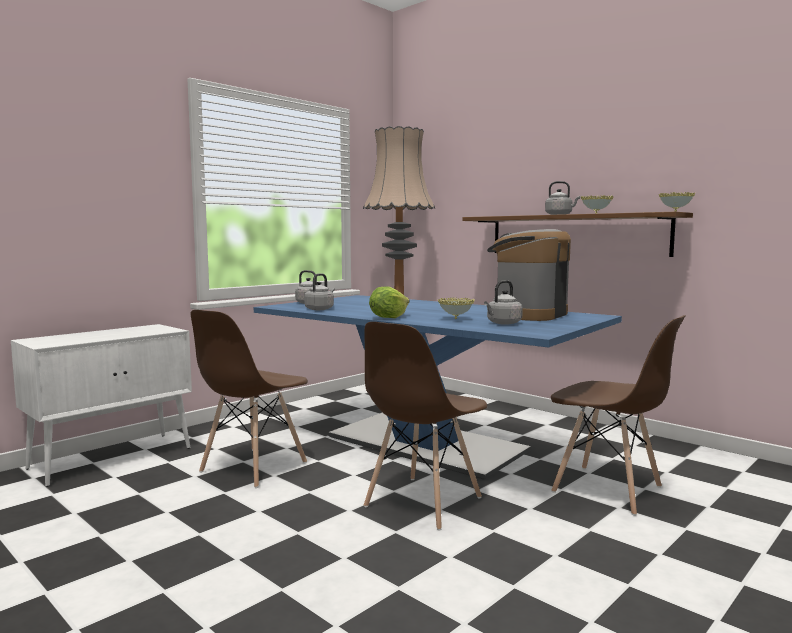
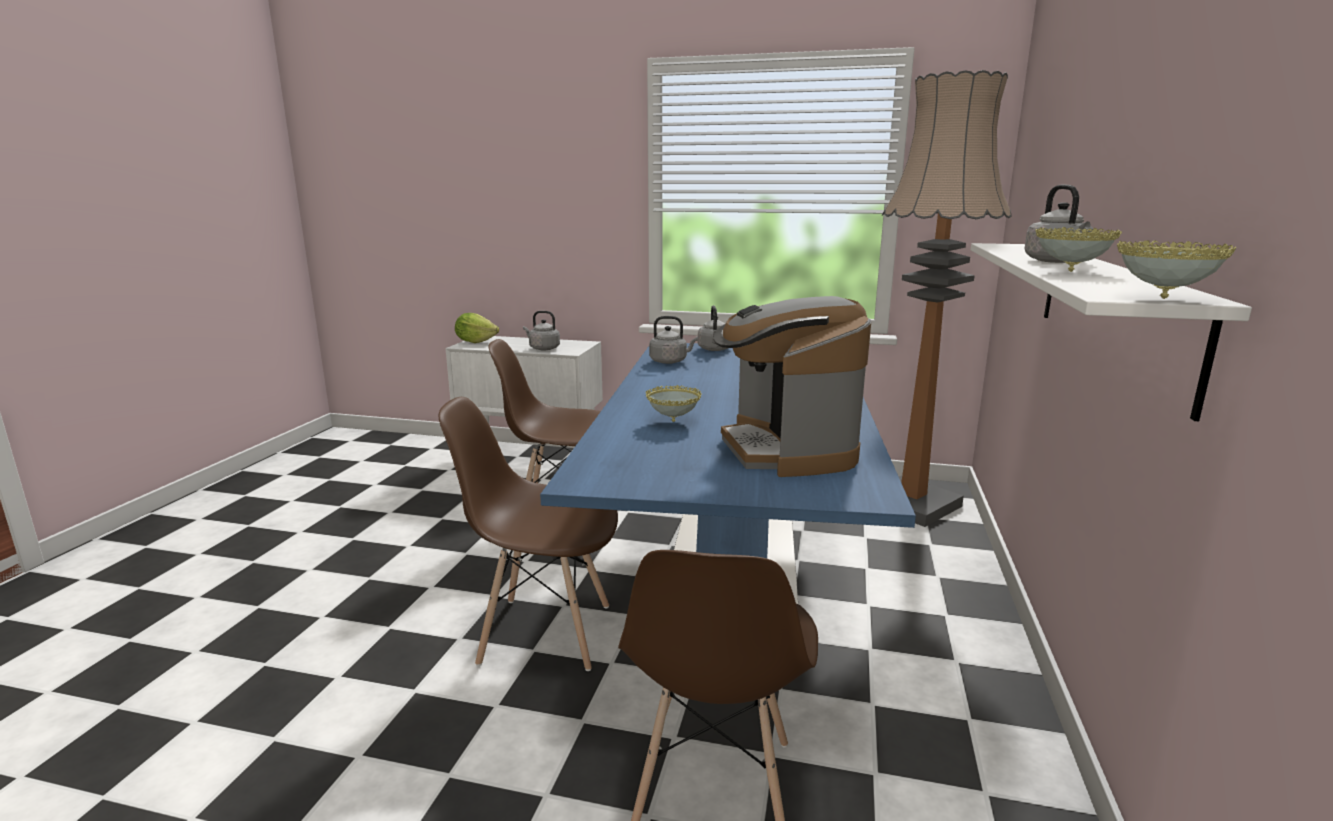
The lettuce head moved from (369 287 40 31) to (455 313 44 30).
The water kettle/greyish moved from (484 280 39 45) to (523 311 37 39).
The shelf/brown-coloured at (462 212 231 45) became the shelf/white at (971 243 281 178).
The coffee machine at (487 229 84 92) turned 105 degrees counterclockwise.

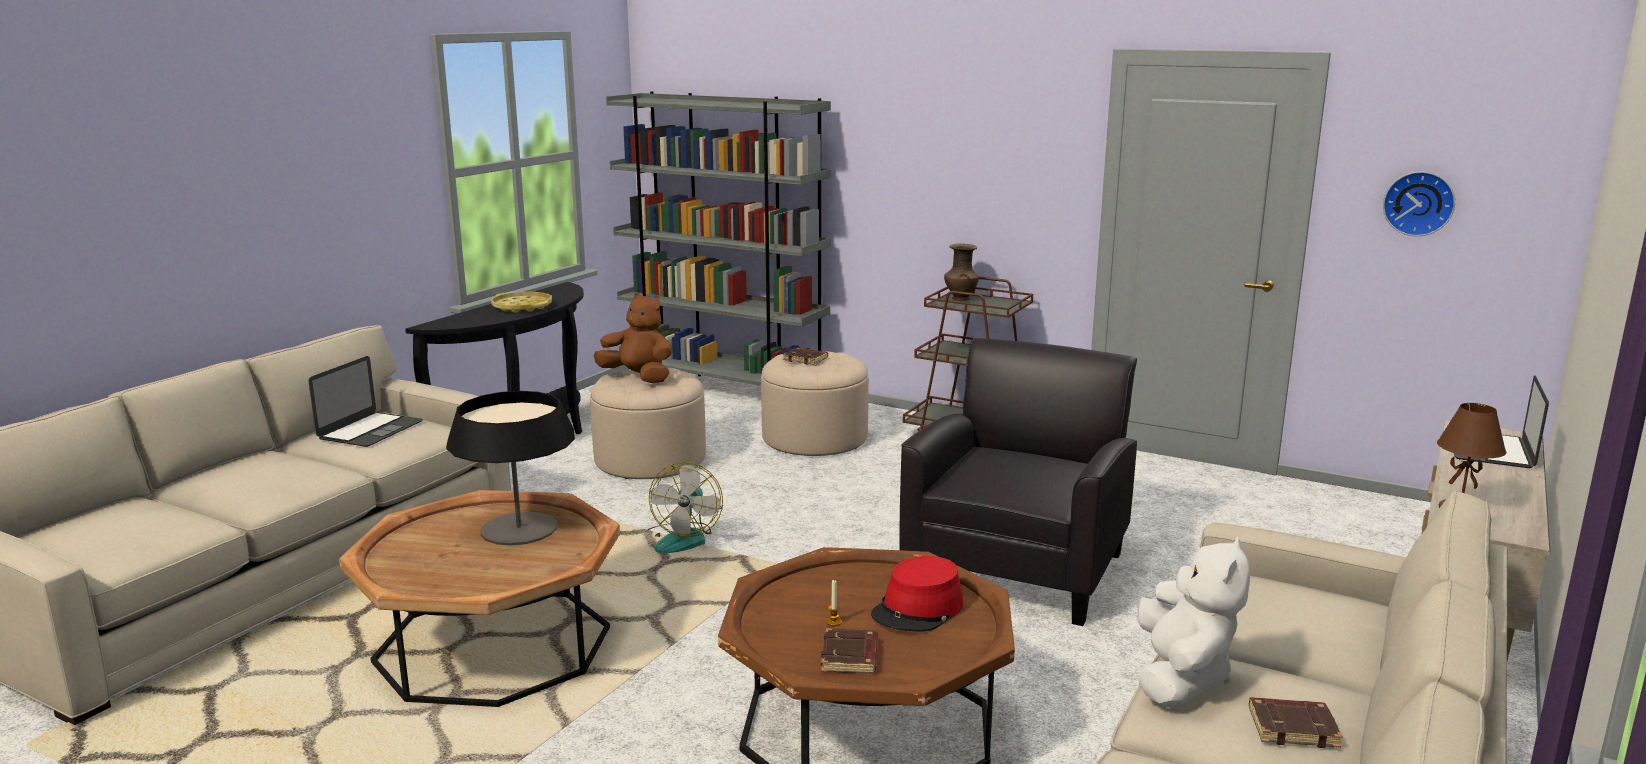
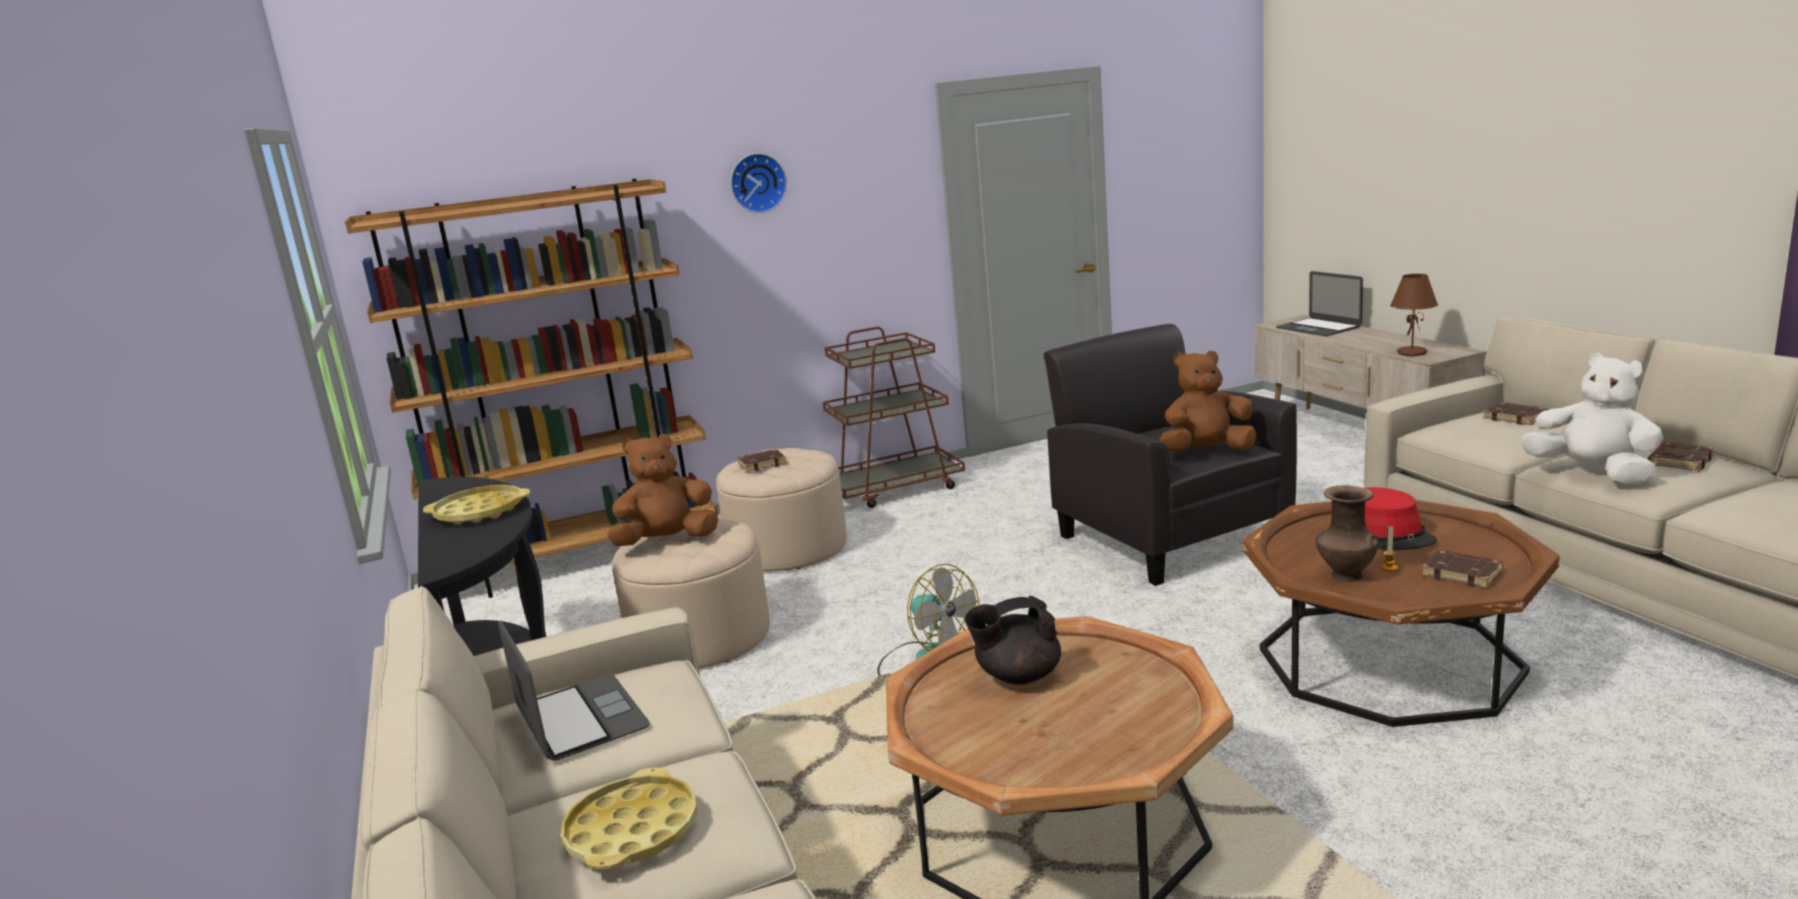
The tray/yellow at (561 768 136 101) appeared.
The soft toy/brown-coloured at (1160 350 97 101) appeared.
The book/brown-coloured at (1483 402 65 23) appeared.
The decorative vase/brown-coloured moved from (944 243 35 58) to (1316 486 63 96).
The hanging clock moved from (1383 172 72 64) to (731 153 56 60).
The table lamp at (446 391 129 154) was replaced by the pot for tea/black at (965 596 96 89).
The shelving unit/greyish at (606 91 225 295) became the shelving unit/brown-coloured at (345 178 373 420).

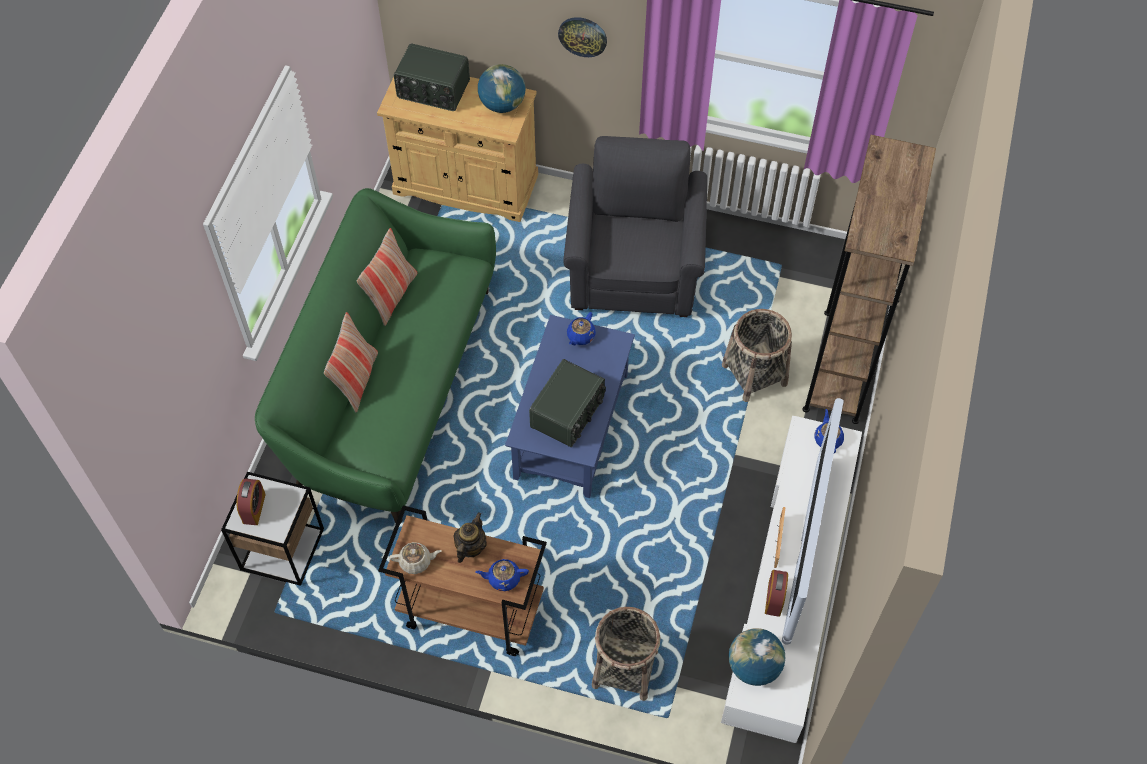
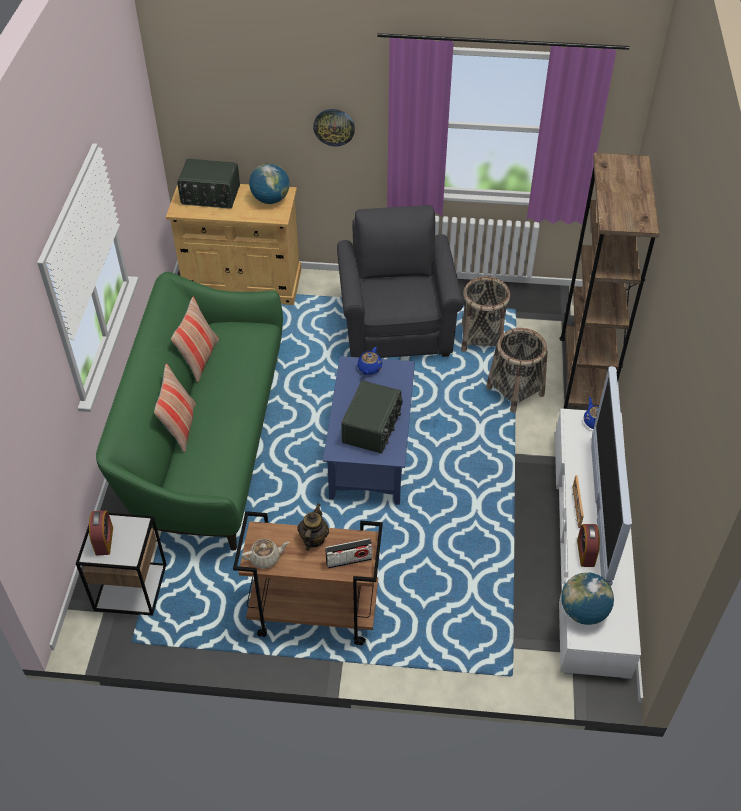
The household basket moved from (592 607 68 94) to (461 276 49 76).
The pot for tea/blue at (475 559 54 32) was replaced by the radio set at (325 538 47 31).

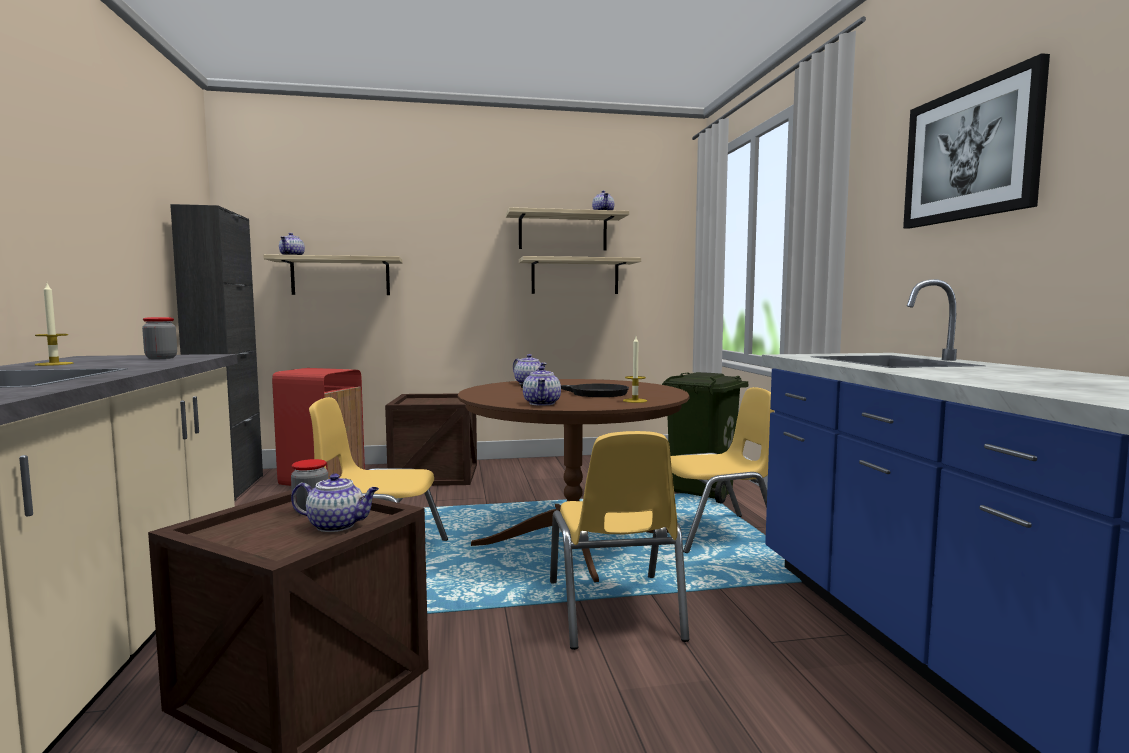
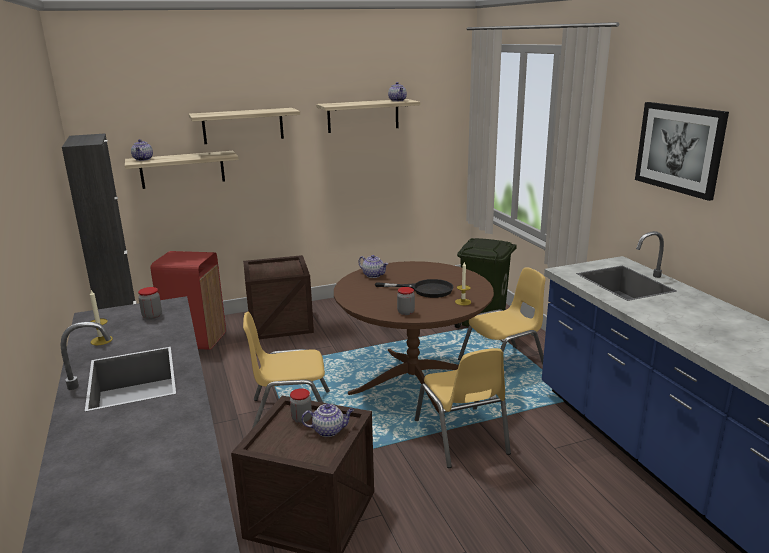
The shelf moved from (519 256 122 38) to (189 108 111 36).
The pot for tea at (523 366 38 39) was replaced by the jar at (397 287 18 28).

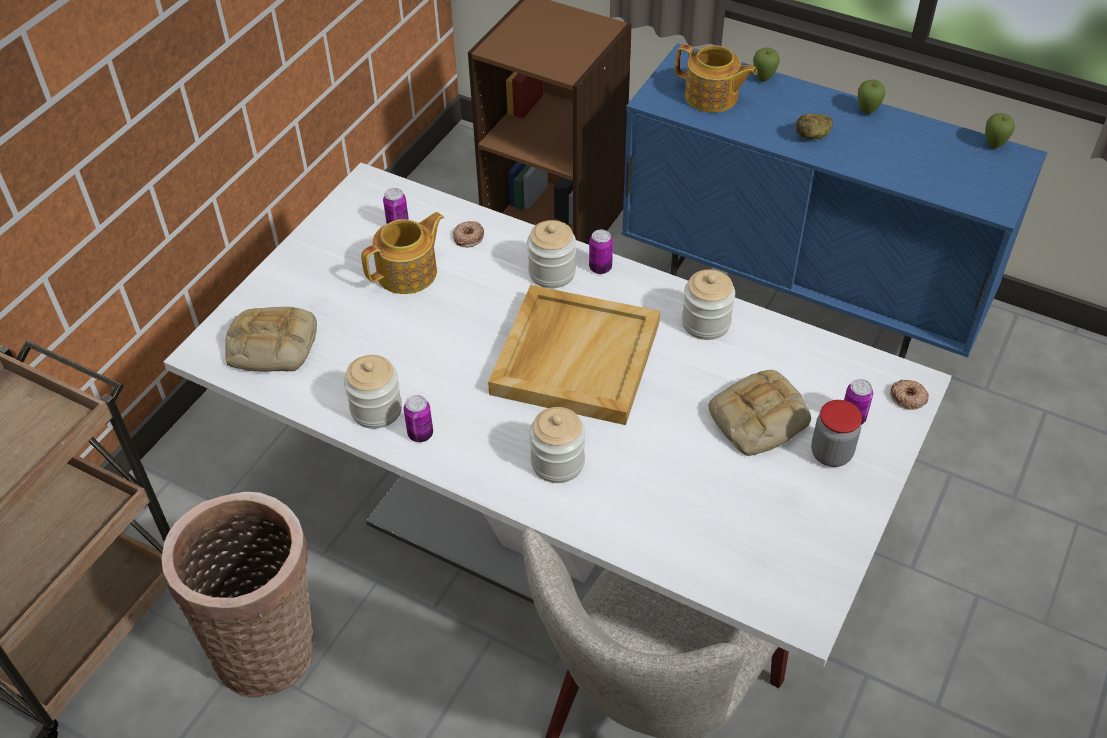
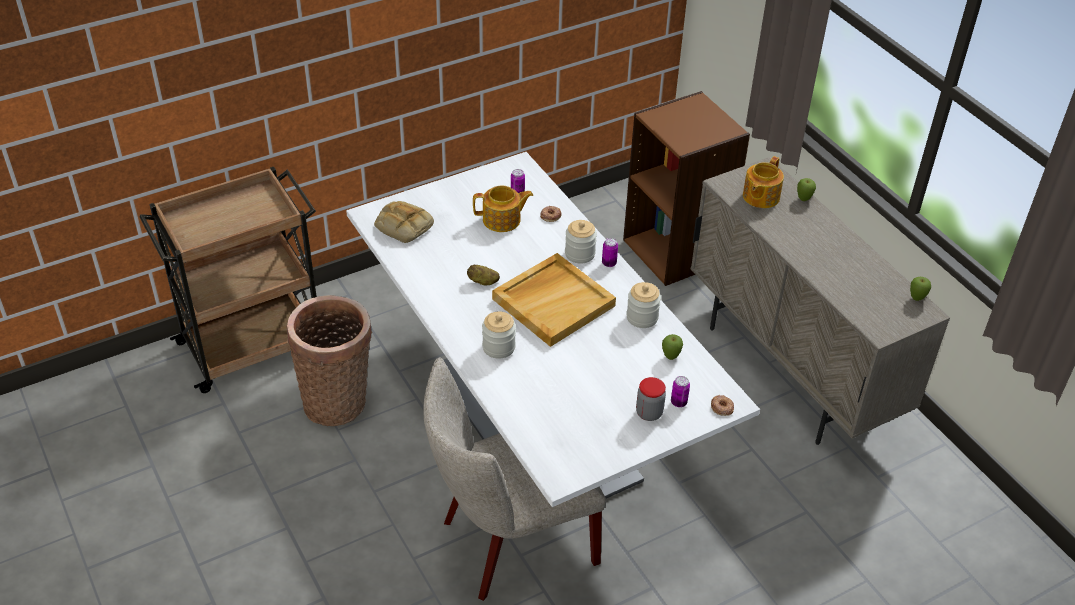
The jar at (344 355 58 74) disappeared.
The metal can at (404 395 29 47) disappeared.
The bread at (708 370 103 86) disappeared.
The potato moved from (796 114 37 25) to (467 265 33 20).
The apple moved from (858 80 27 35) to (662 334 21 26).
The cupboard/blue at (621 43 426 316) became the cupboard/beige at (691 157 259 288).
The pot for tea at (675 44 82 69) turned 60 degrees clockwise.

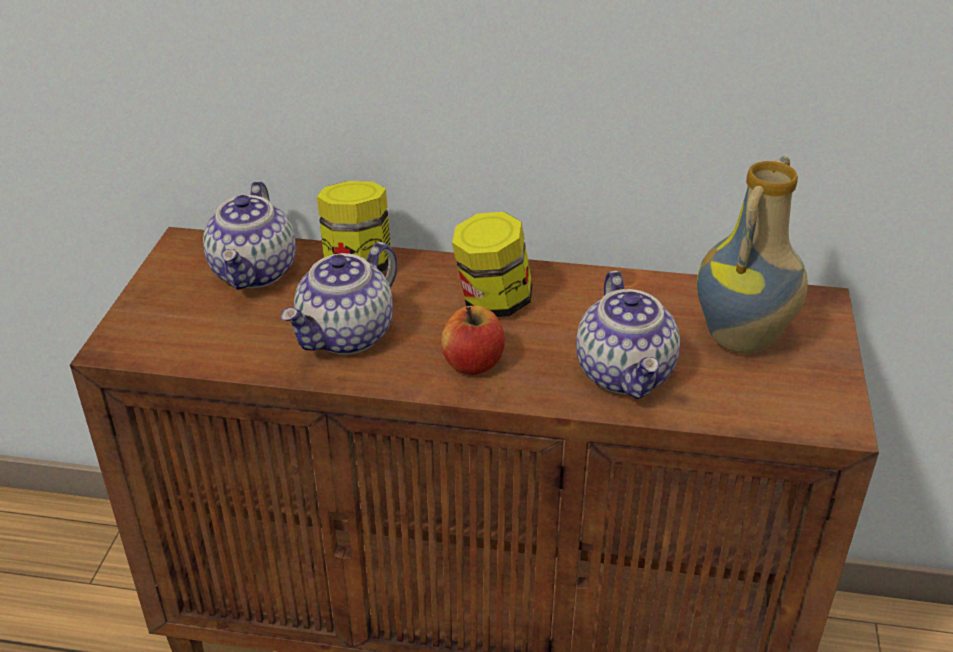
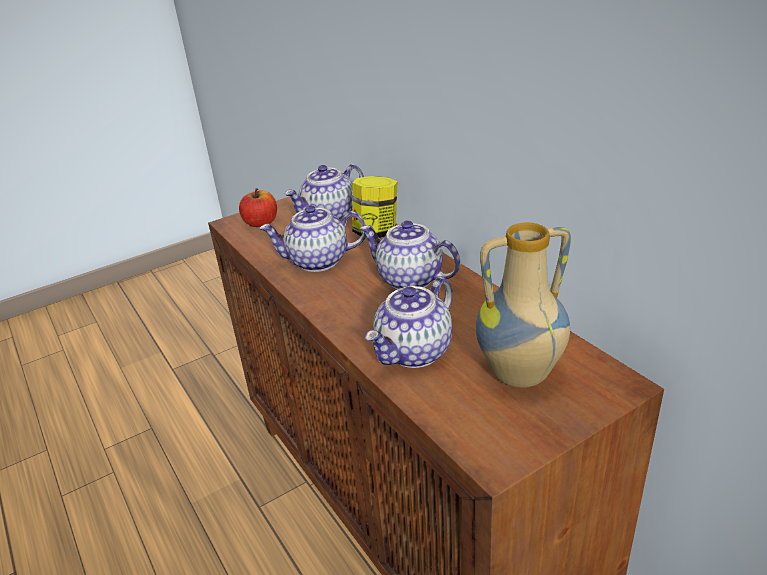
The apple moved from (441 306 64 69) to (239 188 38 39).
The jar at (452 212 80 105) was replaced by the pot for tea at (360 220 100 69).

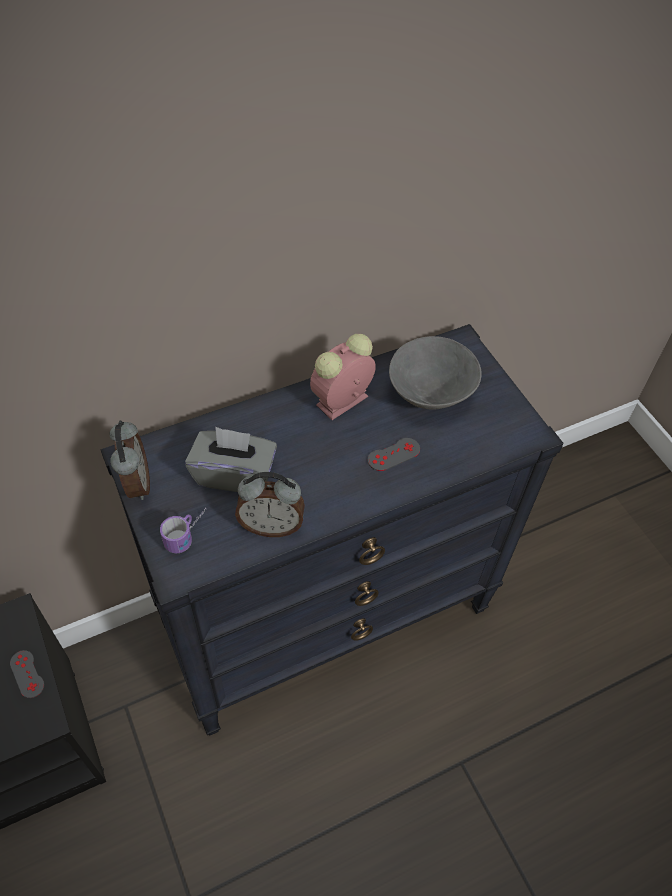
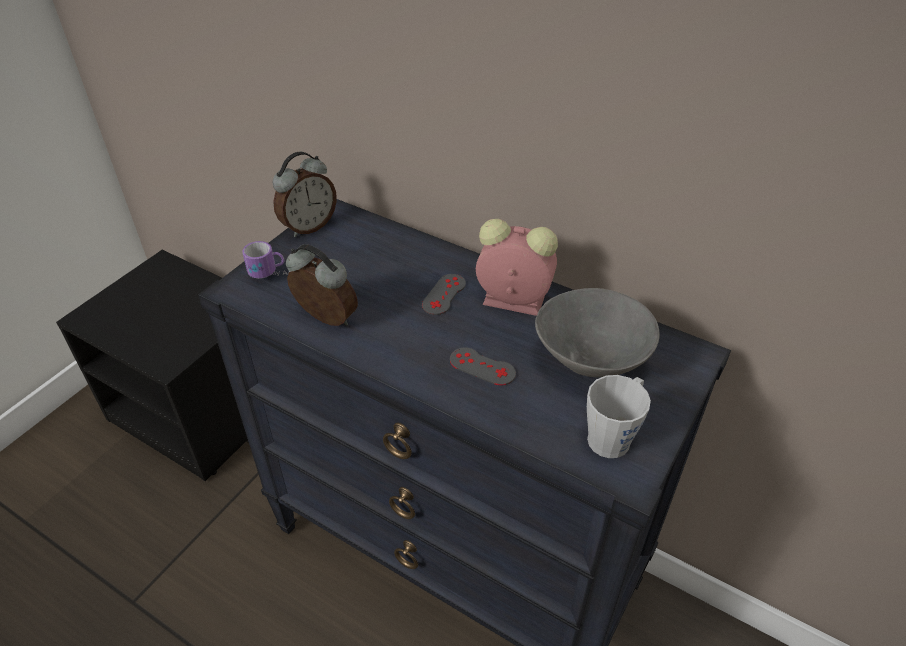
The tissue holder/greyish at (185 427 92 65) disappeared.
The tea mug/greyish at (587 375 64 83) appeared.
The gamepad/greyish moved from (10 650 34 48) to (422 274 44 41).
The table clock at (235 472 70 65) turned 150 degrees clockwise.

